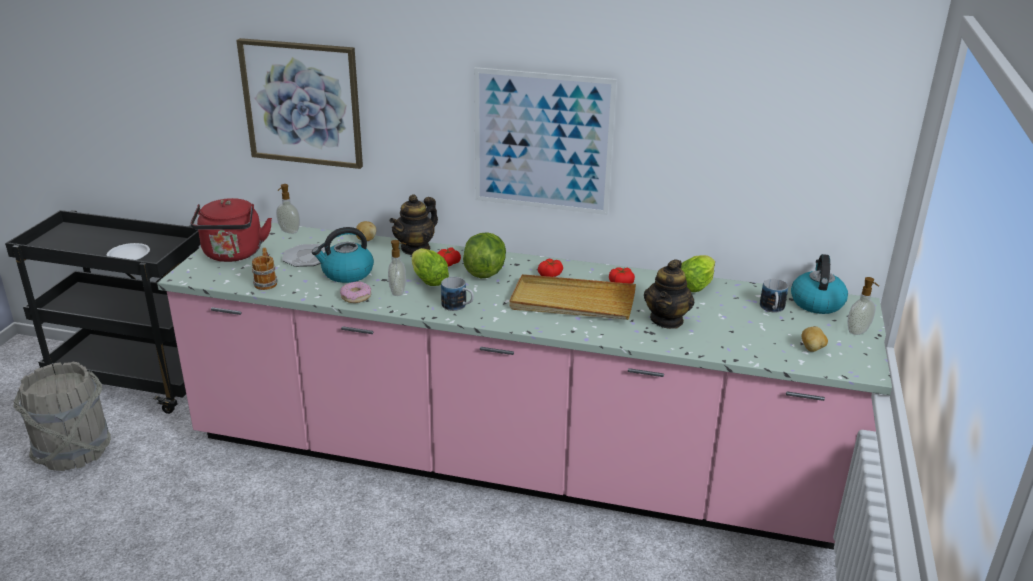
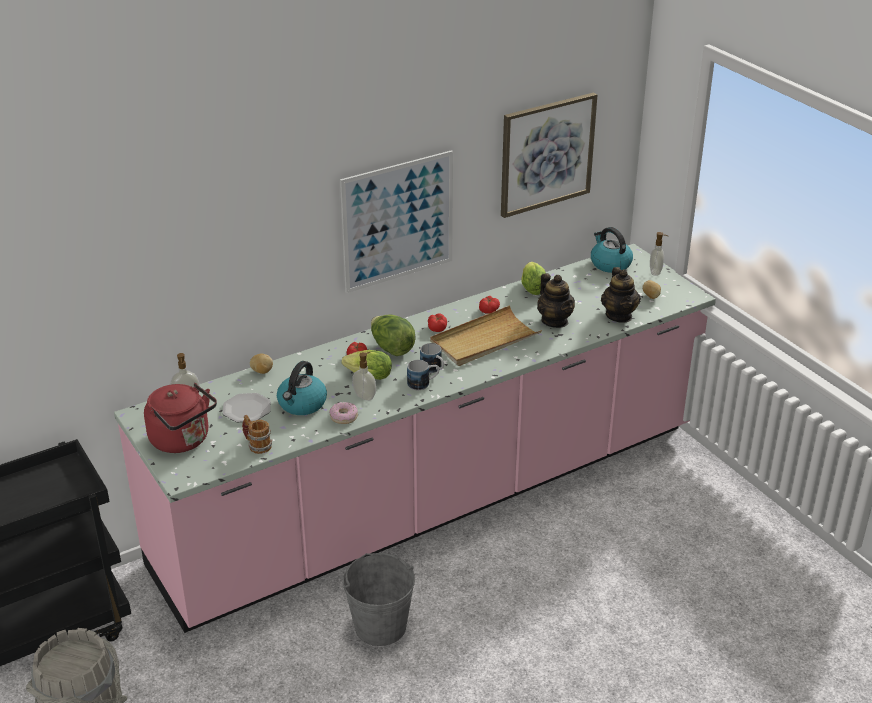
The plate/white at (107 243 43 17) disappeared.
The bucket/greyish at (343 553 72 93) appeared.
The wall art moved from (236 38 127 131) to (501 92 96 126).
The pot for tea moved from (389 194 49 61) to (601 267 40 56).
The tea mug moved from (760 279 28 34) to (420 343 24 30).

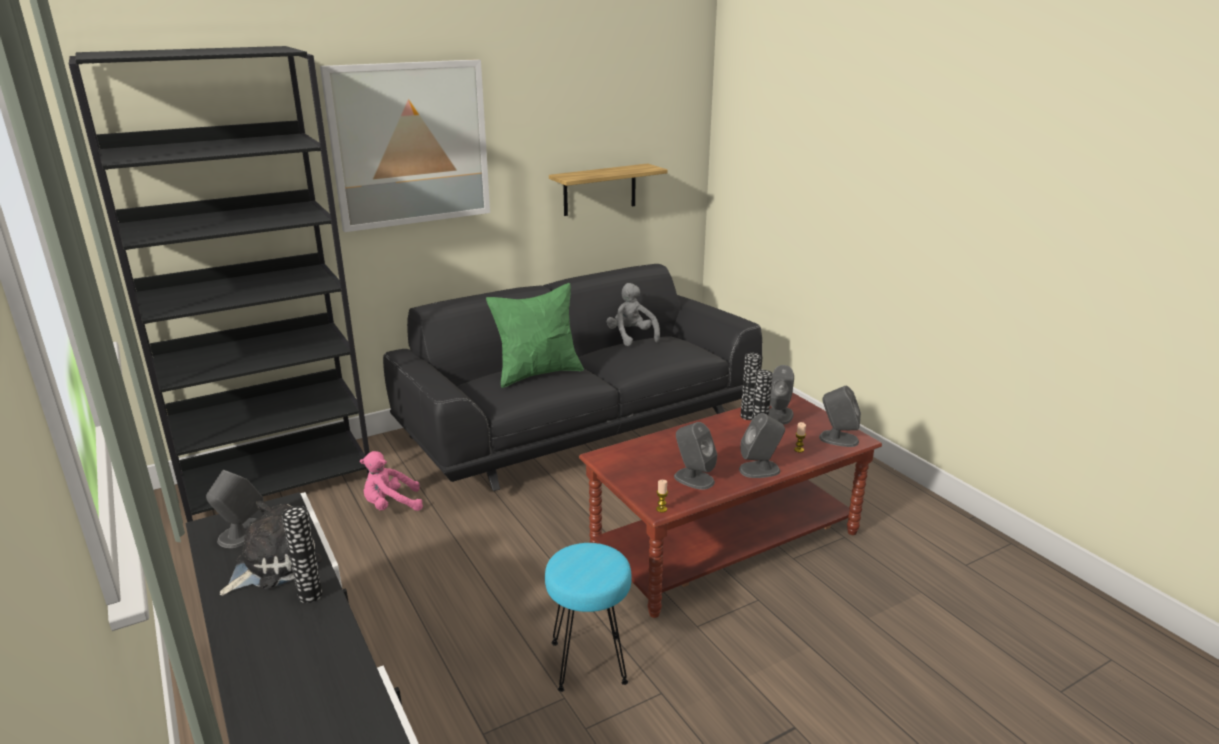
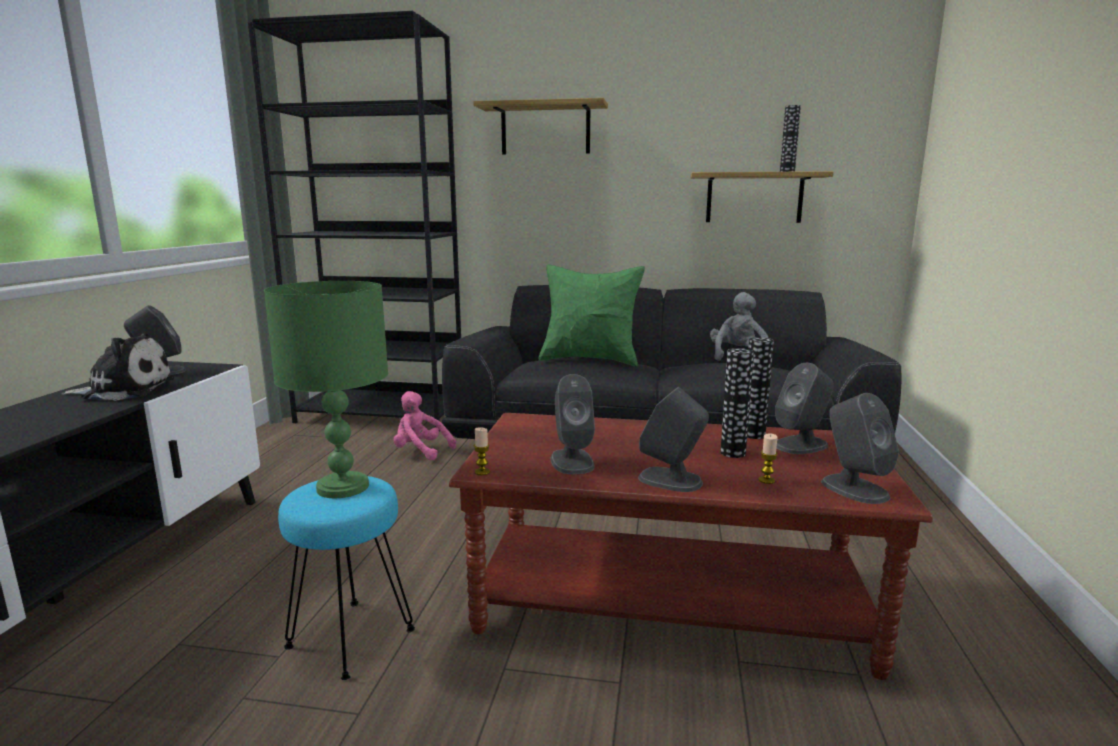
The table lamp/green-coloured at (264 281 124 217) appeared.
The decorative vase moved from (282 506 41 97) to (780 105 21 67).
The wall art at (320 59 170 173) was replaced by the shelf at (474 98 134 57).

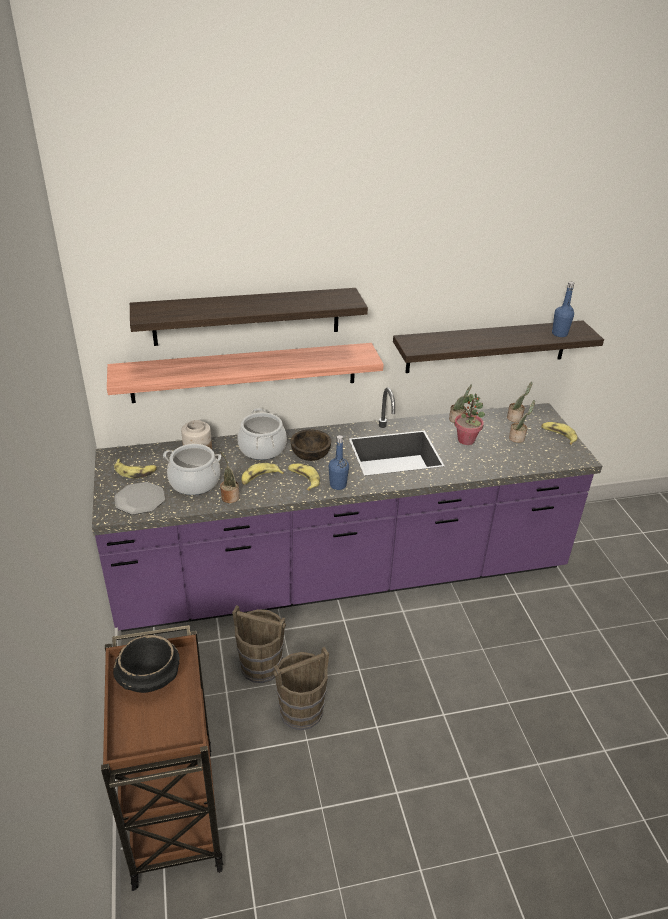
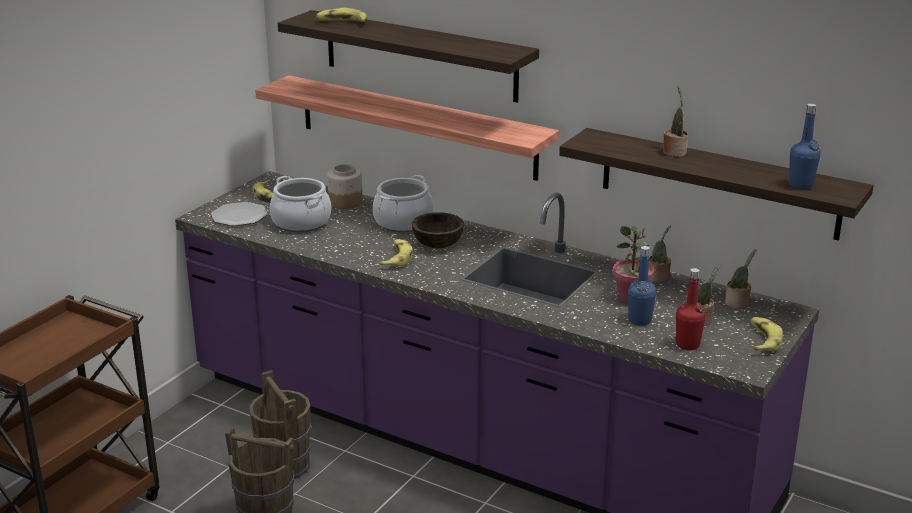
The deep dish/black at (113 635 67 58) disappeared.
The drink bottle/reddish at (675 268 31 82) appeared.
The plant in a pot moved from (220 452 19 51) to (663 85 25 72).
The banana moved from (241 463 43 22) to (316 8 51 14).
The drink bottle/blue moved from (329 435 20 55) to (628 246 28 80).

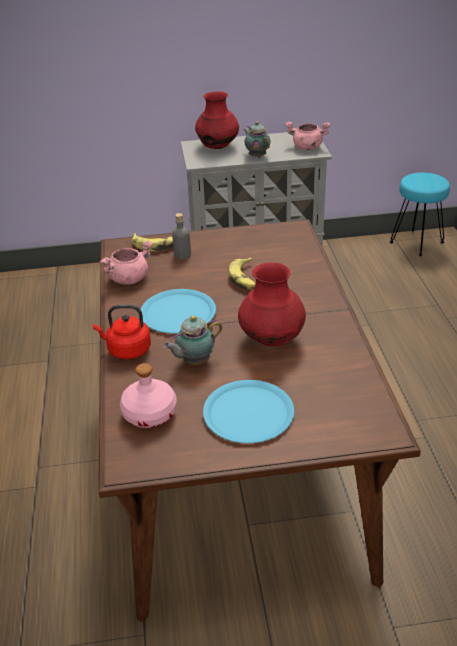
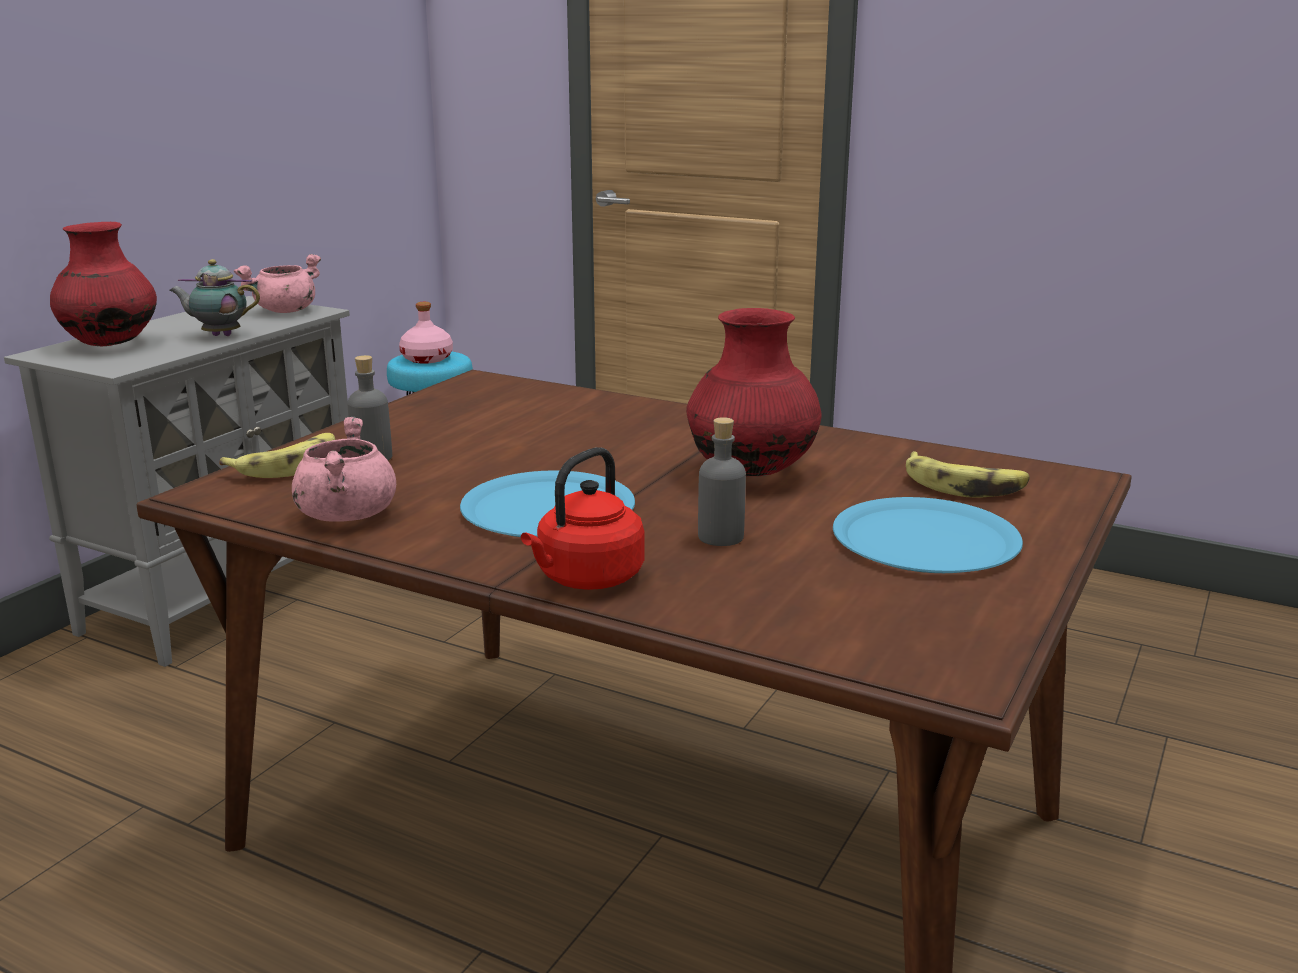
The drink bottle/pinkish moved from (120 363 57 65) to (399 302 54 62).
The banana moved from (229 258 27 32) to (906 451 124 47).
The pot for tea at (163 315 59 50) was replaced by the drink bottle/greyish at (698 417 48 129).

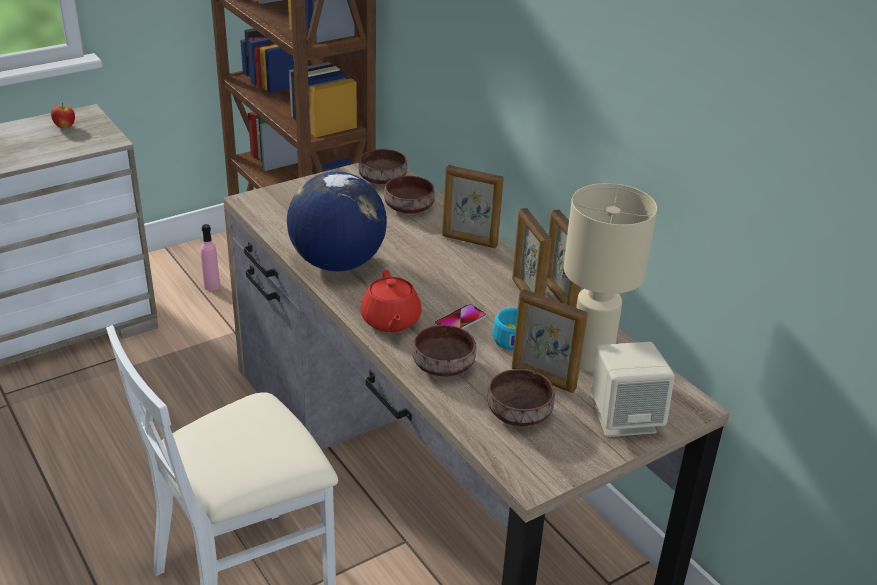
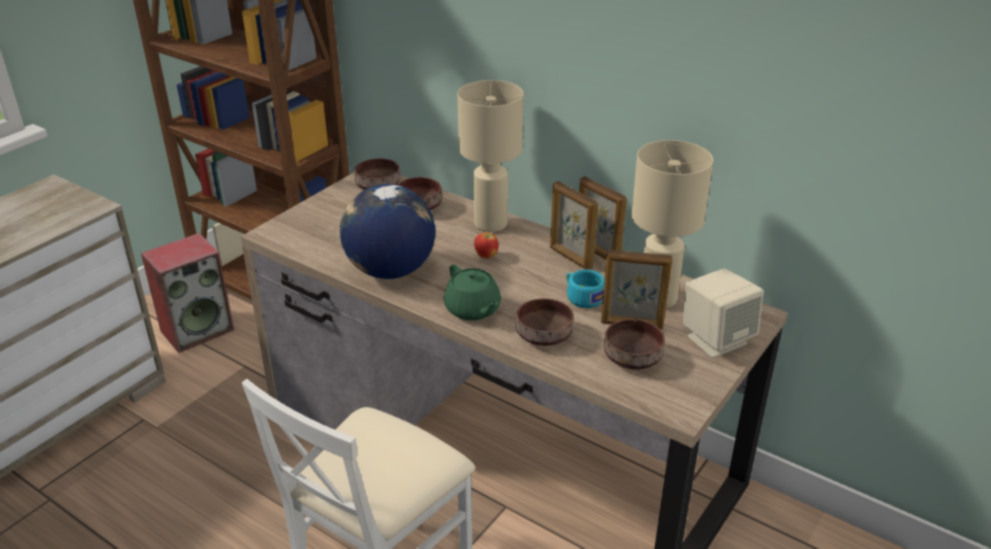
The handset at (434 304 52 25) disappeared.
The apple moved from (51 103 24 26) to (474 231 25 27).
The drink bottle/pinkish at (200 224 20 67) was replaced by the speaker at (141 233 93 120).
The picture frame at (442 165 62 83) was replaced by the table lamp/beige at (458 80 65 152).
The pot for tea/reddish at (361 270 60 62) became the pot for tea/green-coloured at (444 265 57 55).

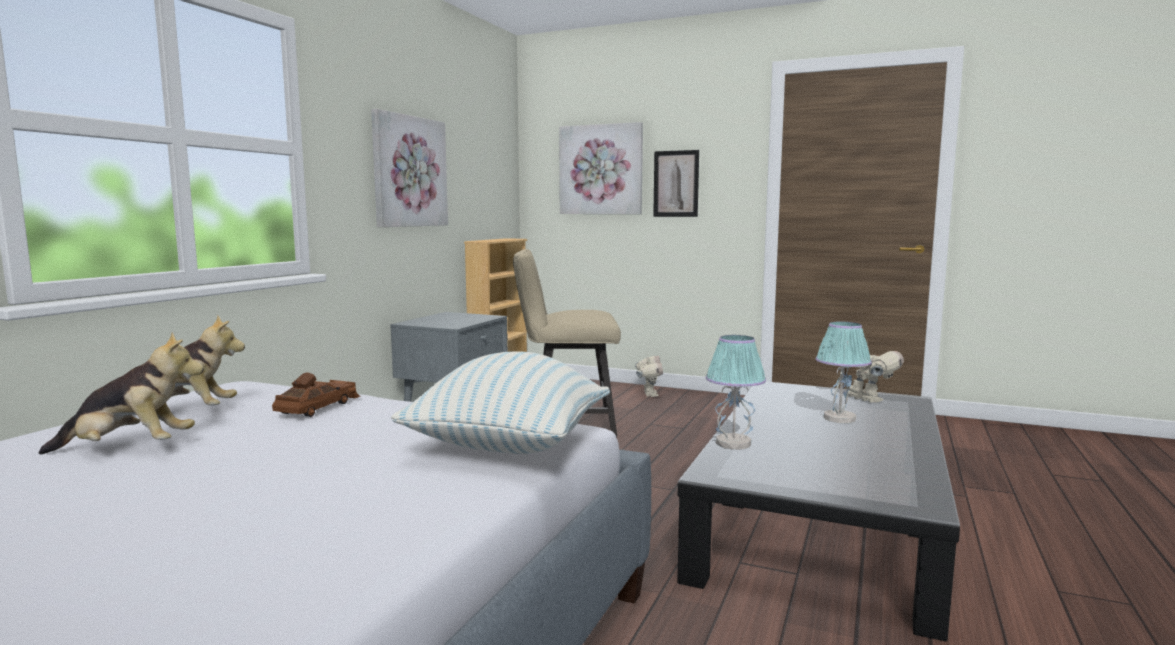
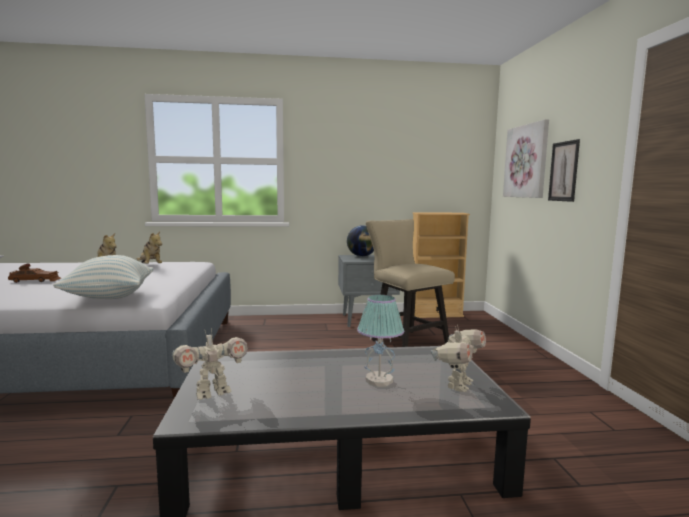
The wall art at (371 109 77 118) disappeared.
The table lamp at (706 335 60 115) disappeared.
The world globe at (347 225 27 32) appeared.
The miniature car/brown-coloured moved from (272 372 88 45) to (8 263 53 20).
The toy robot moved from (635 355 28 42) to (172 331 76 69).

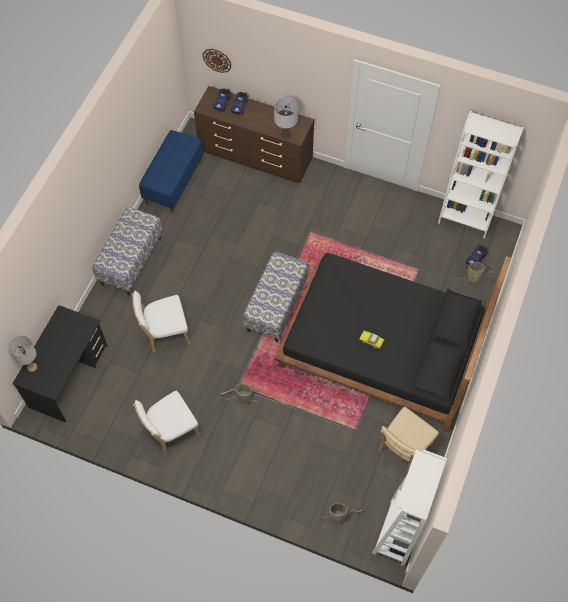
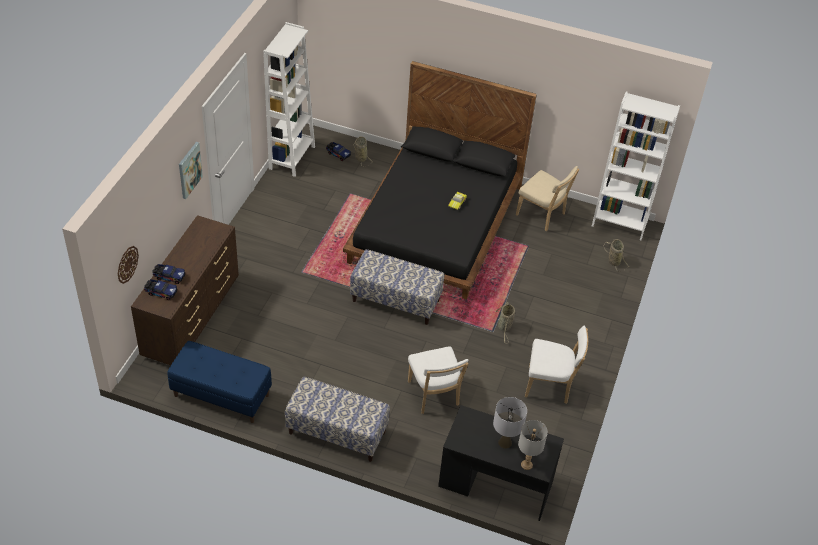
The wall art at (179 142 24 57) appeared.
The table lamp/greyish moved from (274 97 24 42) to (493 397 34 51).
The plain chair/white at (133 391 67 65) turned 45 degrees counterclockwise.

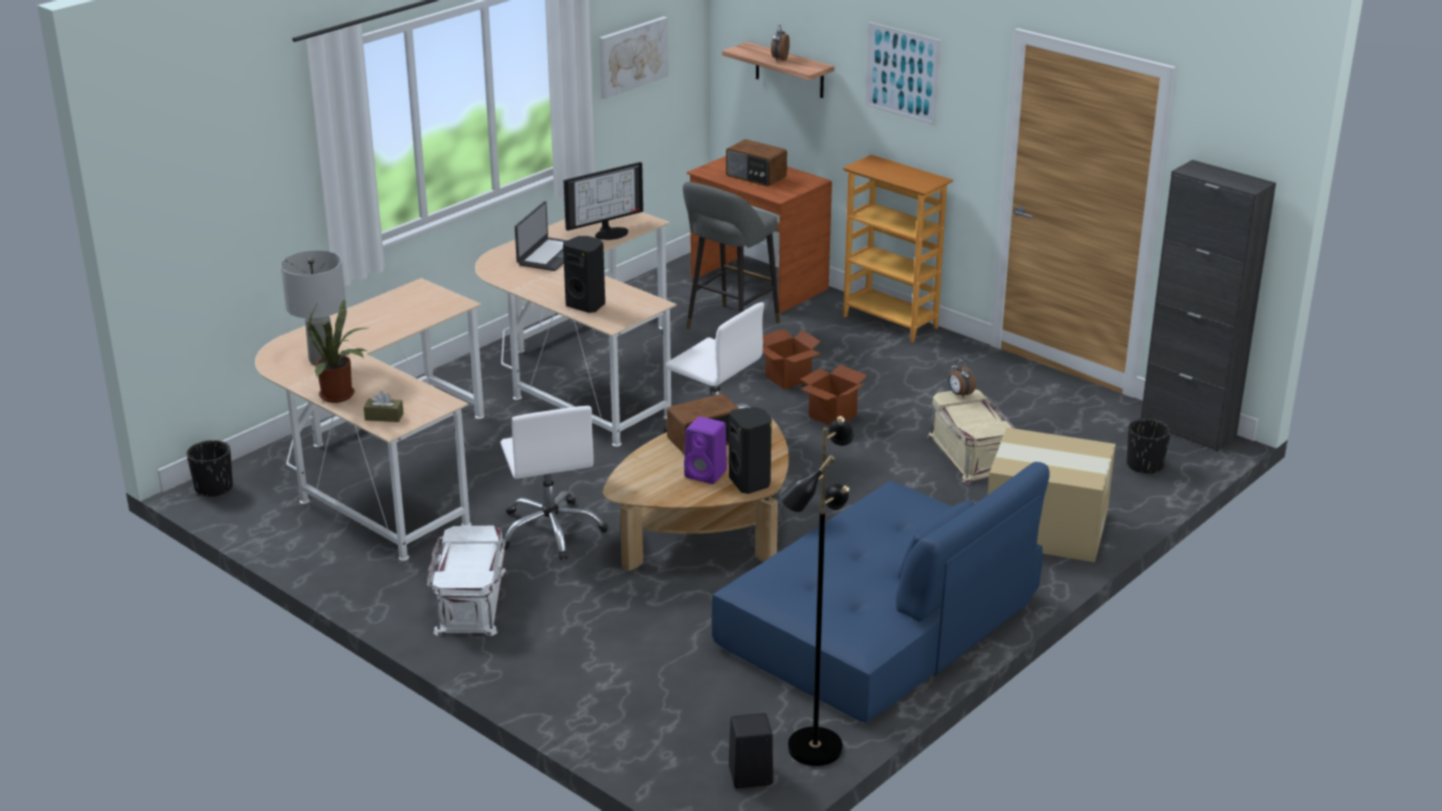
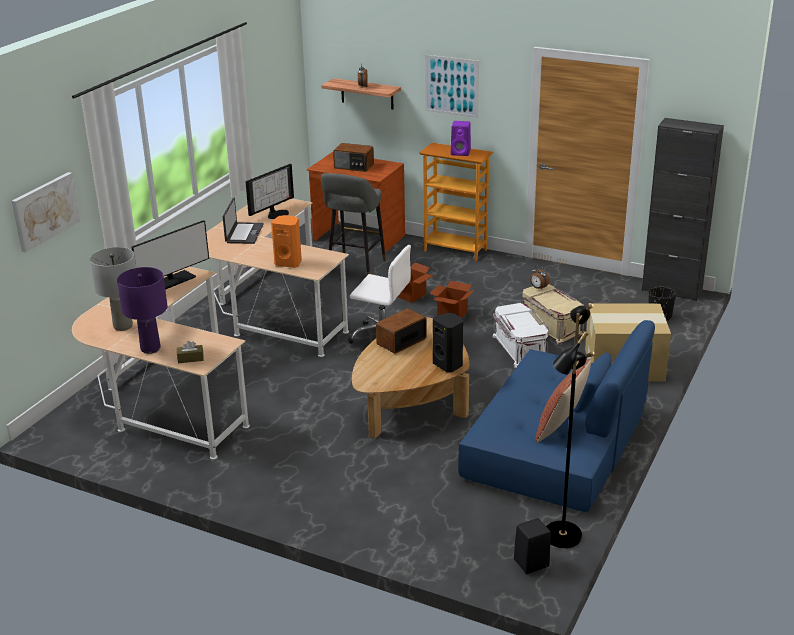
The planter/black at (187 440 46 58) disappeared.
The desk chair/white at (501 406 107 154) disappeared.
The monitor at (131 220 78 70) appeared.
The cushion at (535 359 56 84) appeared.
The storage container/white moved from (427 526 81 111) to (492 303 57 65).
The wall art moved from (599 16 70 83) to (12 172 68 80).
The speaker/purple-coloured moved from (684 416 43 68) to (451 121 20 35).
The plant in a pot at (308 300 59 103) was replaced by the table lamp/purple-coloured at (117 267 51 87).
The speaker/black at (563 236 42 77) became the speaker/orange at (271 215 31 53).

